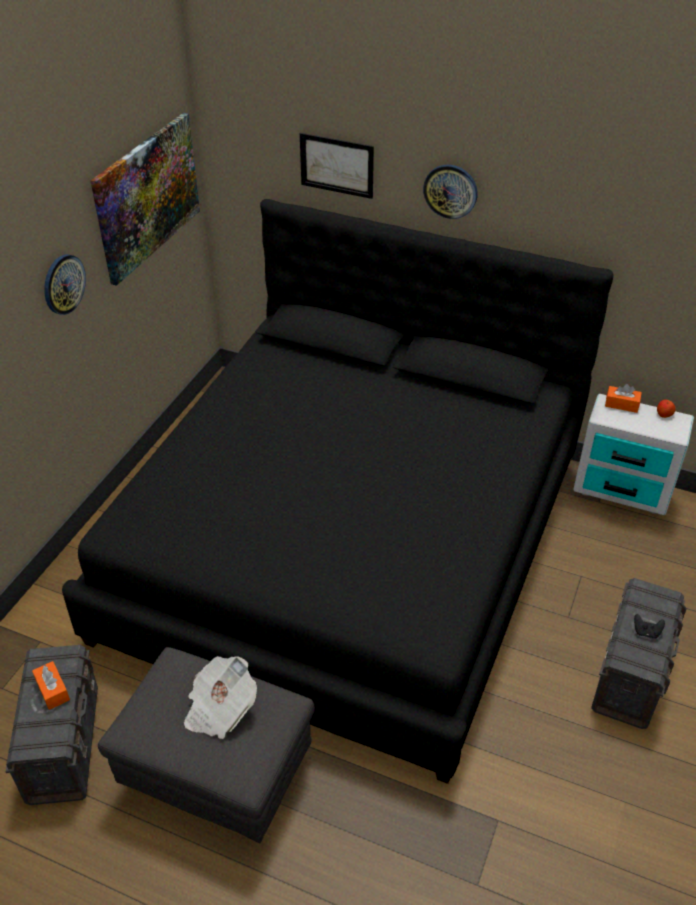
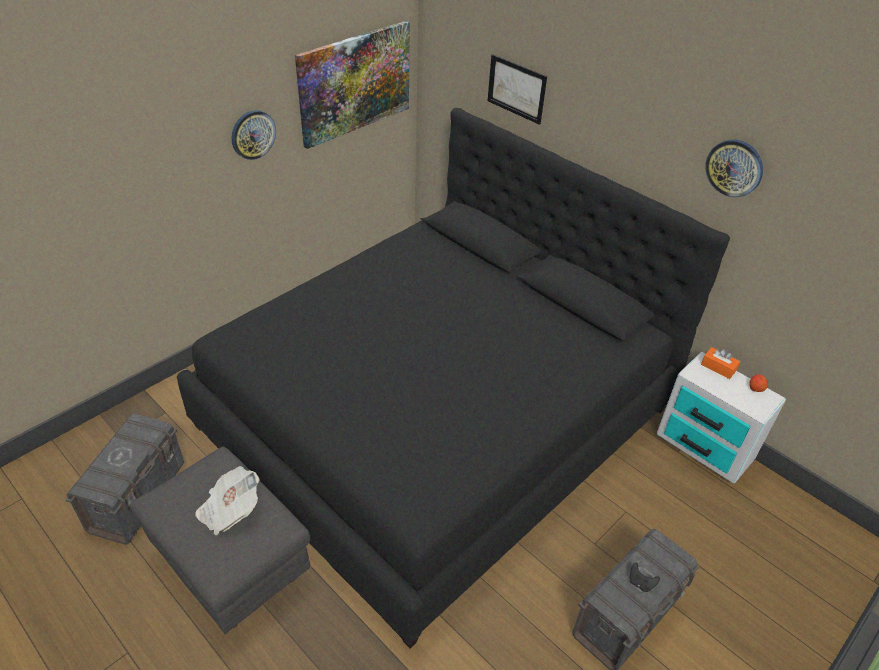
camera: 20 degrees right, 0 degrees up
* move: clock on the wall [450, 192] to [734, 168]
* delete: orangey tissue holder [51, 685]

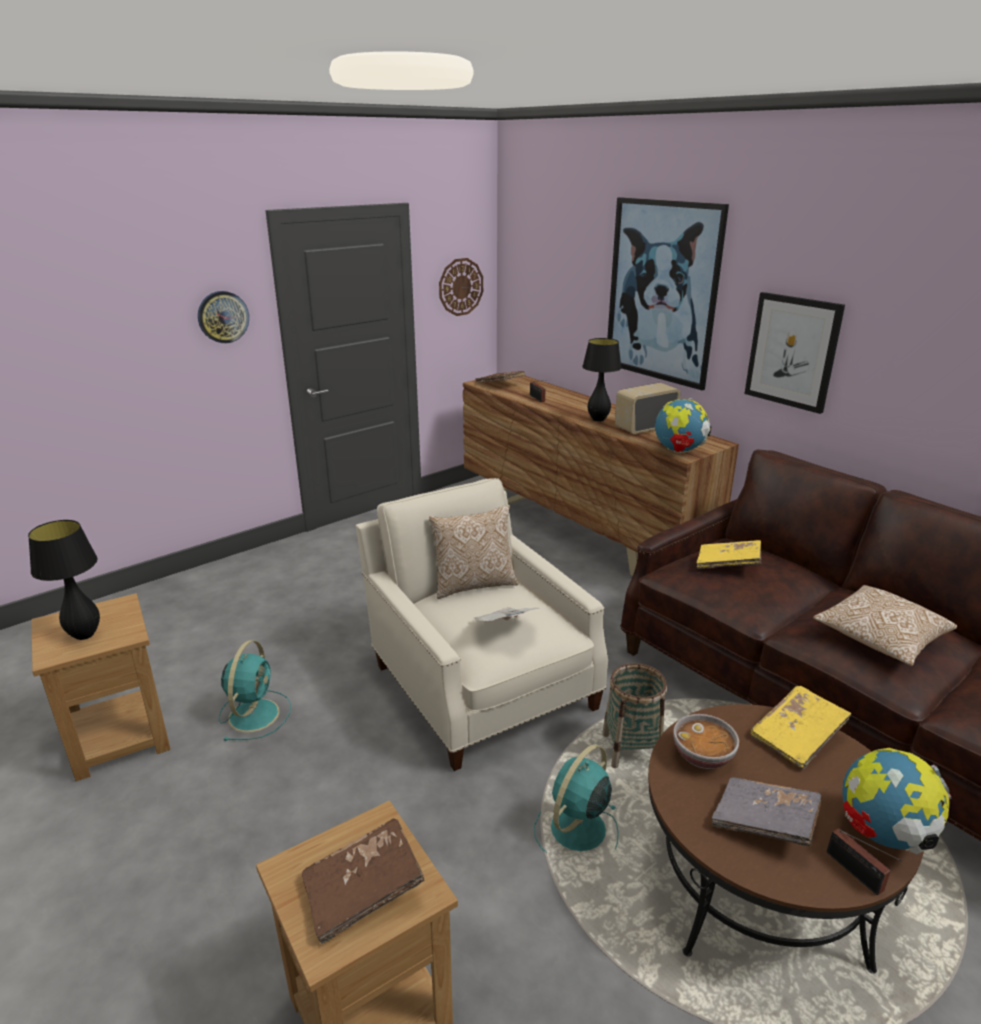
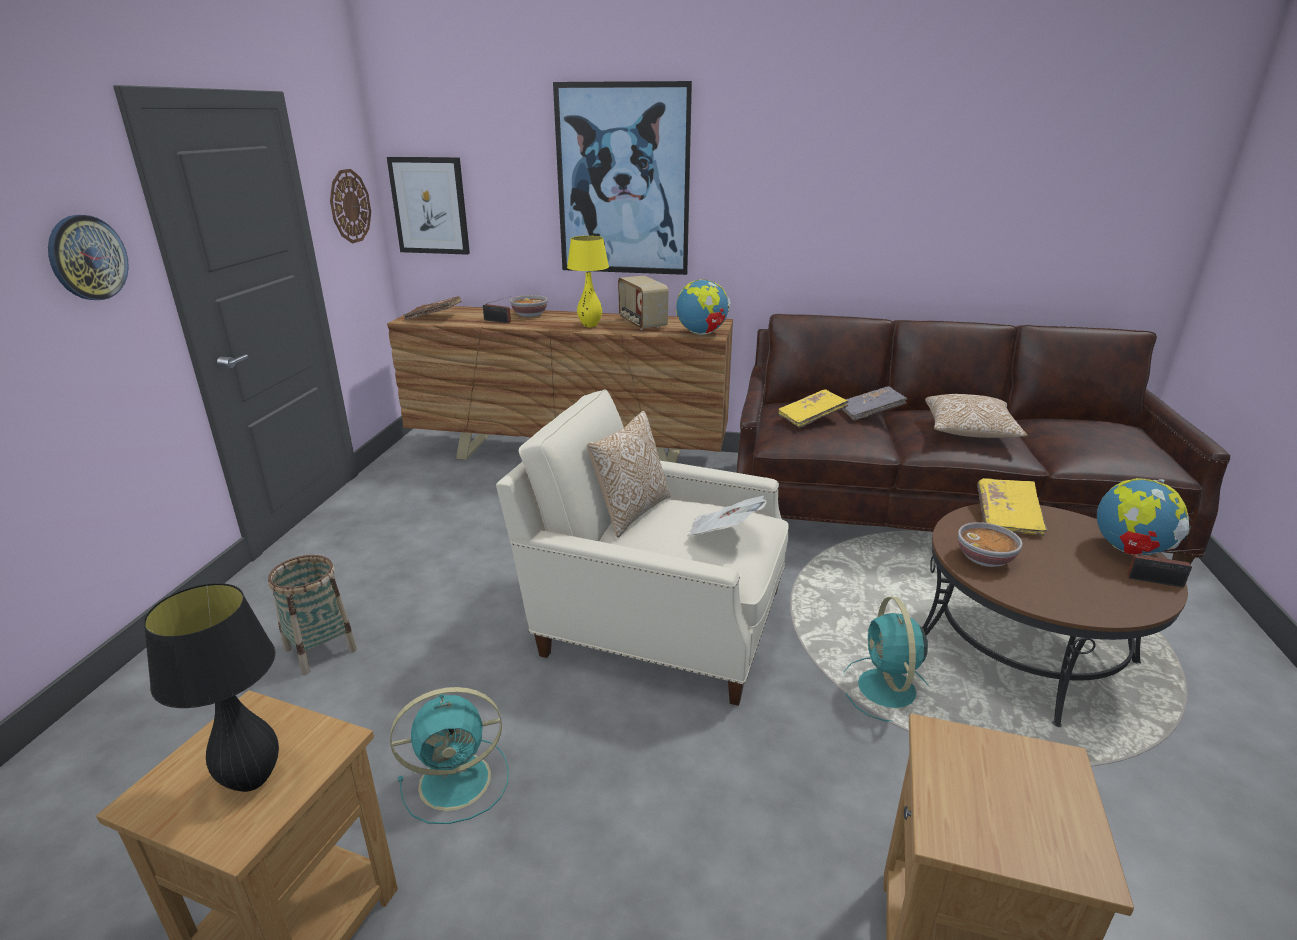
camera: 40 degrees left, 0 degrees up
* move: wall art [794, 353] to [428, 206]
* recolor: blackish table lamp [601, 380] to yellow-coloured table lamp [588, 281]
* rotate: radio receiver [648, 409] = [643, 303] 45 degrees counterclockwise
* rotate: turquoise-coloured fan [255, 690] = [449, 755] 105 degrees clockwise
* move: household basket [634, 715] to [312, 615]
* move: gray bound book [767, 812] to [874, 403]
* delete: brownish bound book [363, 881]
* insert: serving bowl [529, 306]

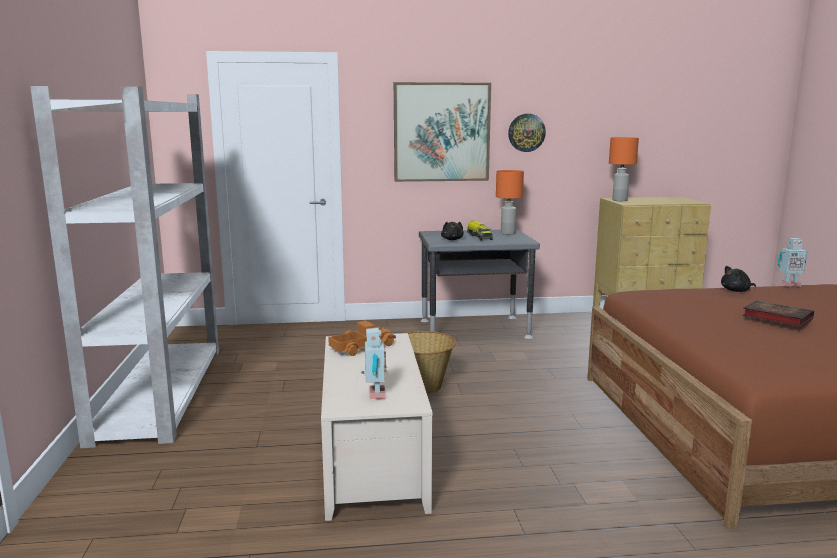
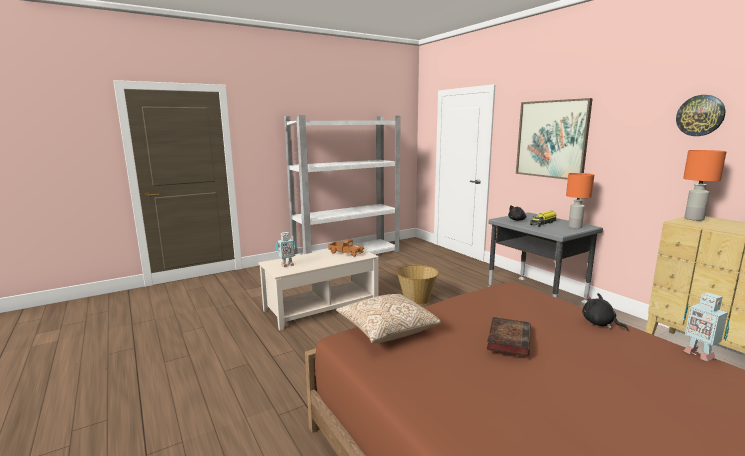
camera: 65 degrees right, 0 degrees up
* move: clock on the wall [527, 133] to [700, 115]
* insert: pillow [388, 319]

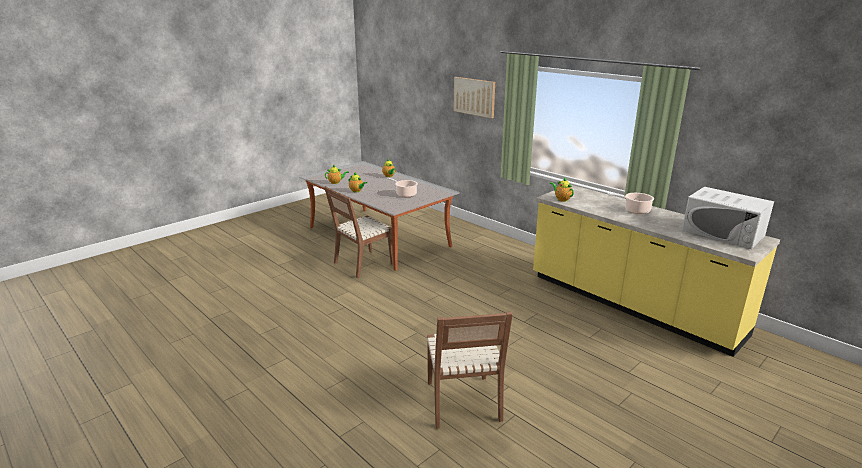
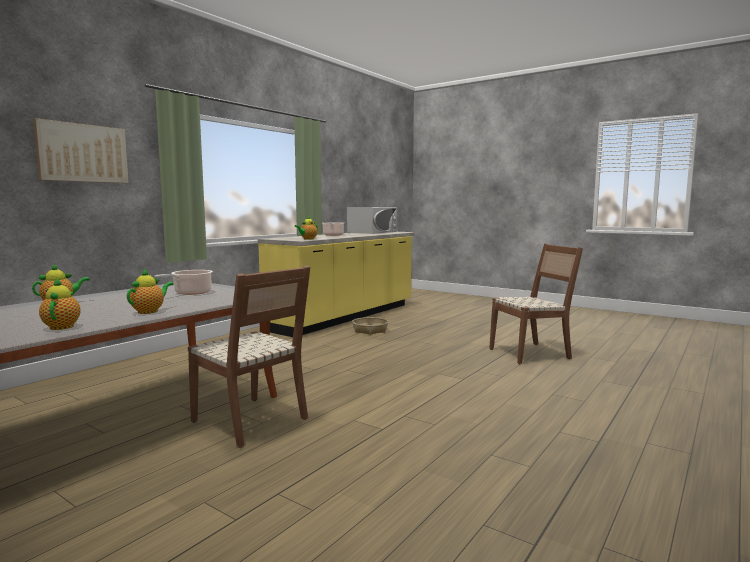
camera: 100 degrees left, 15 degrees down
* insert: household basket [370, 326]

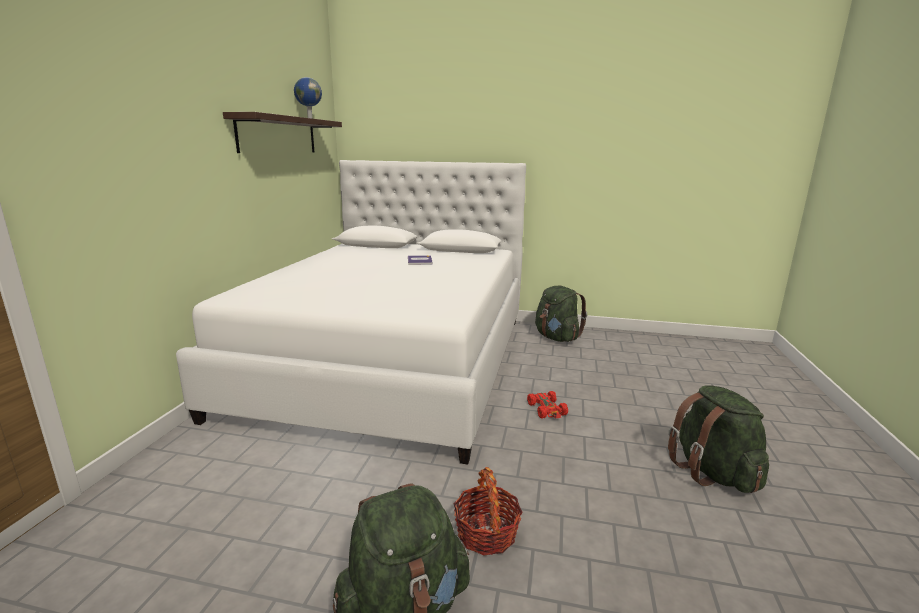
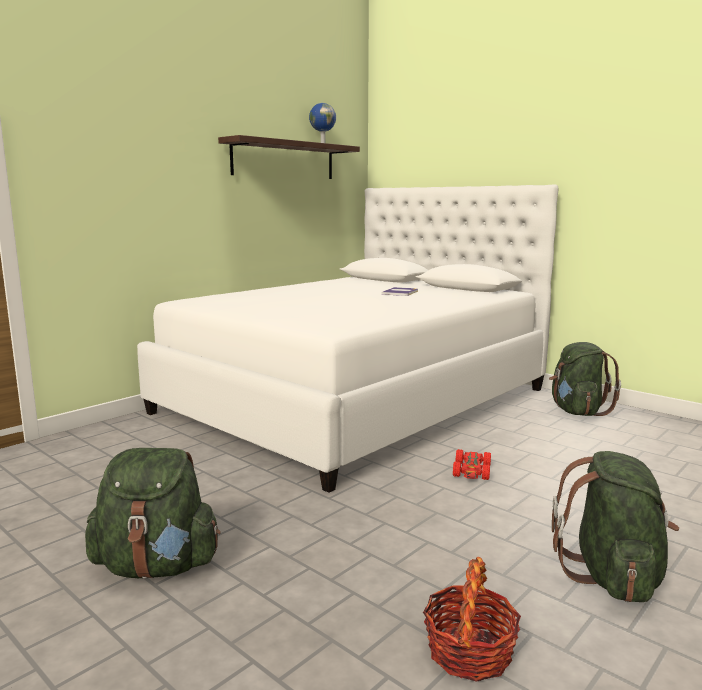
camera: 30 degrees right, 5 degrees down
* move: household basket [488, 511] to [472, 619]

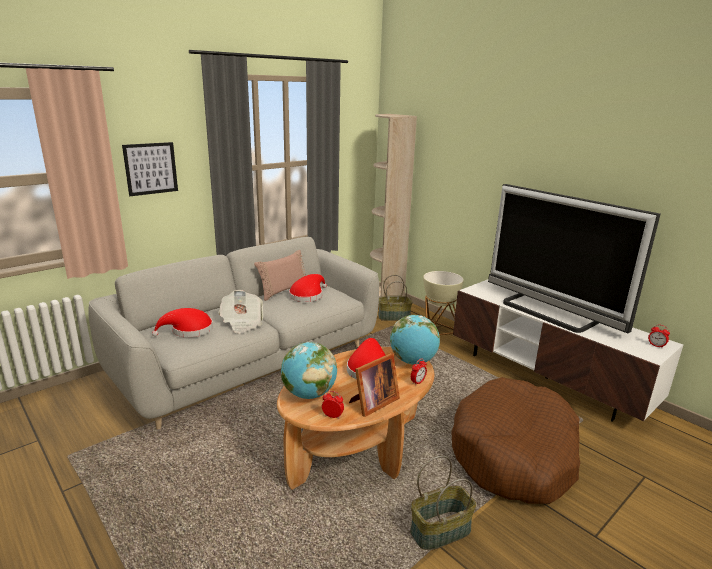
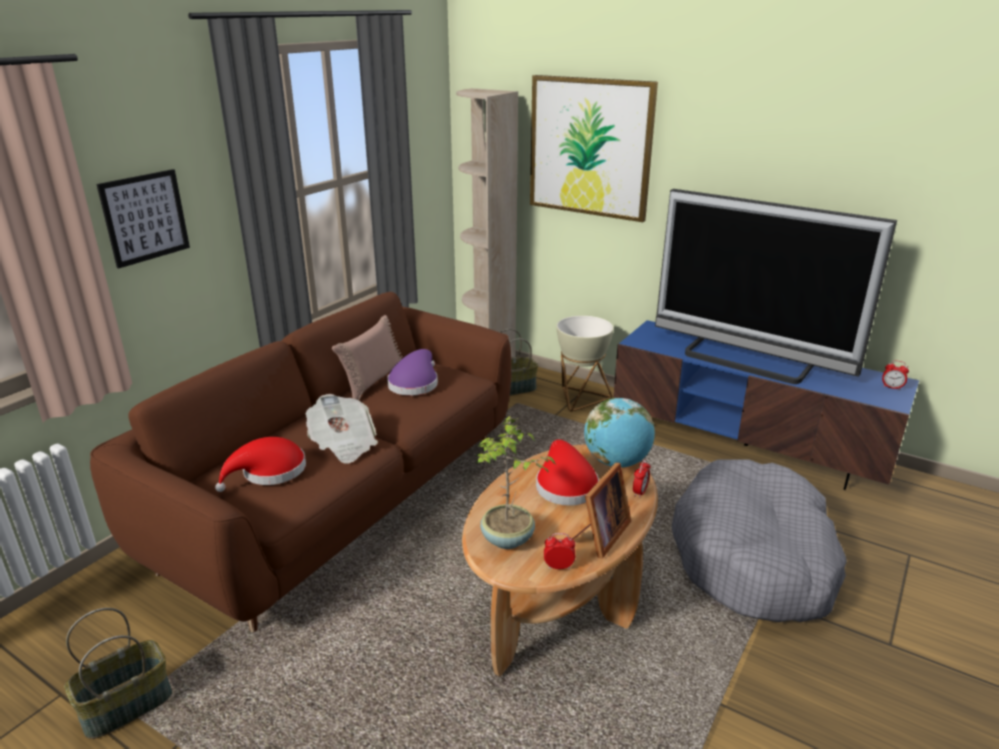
camera: 15 degrees left, 5 degrees up
* recolor: gray sofa [233, 333] to brownish sofa [300, 462]
* recolor: reddish clothing hat [308, 288] to purple-coloured clothing hat [412, 372]
* recolor: whitish tv stand [568, 350] to blue tv stand [766, 405]
* replace: desk globe [309, 370] to plant in a pot [516, 482]
* recolor: brownish dog cushion [515, 440] to gray dog cushion [759, 540]
* move: household basket [443, 503] to [118, 673]
* insert: wall art [594, 148]

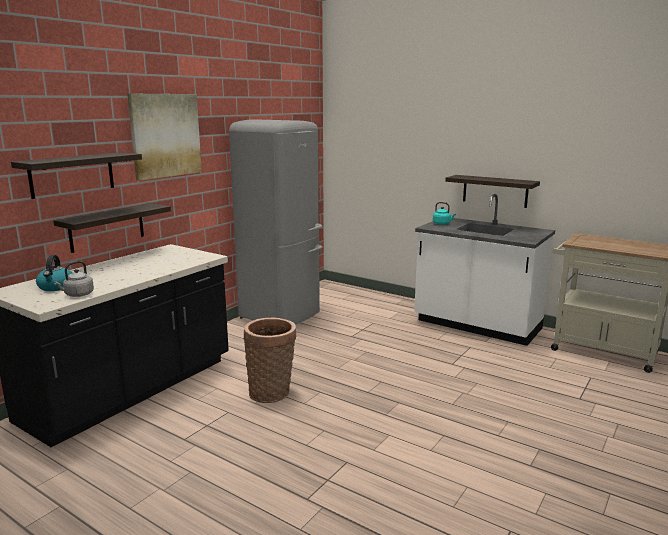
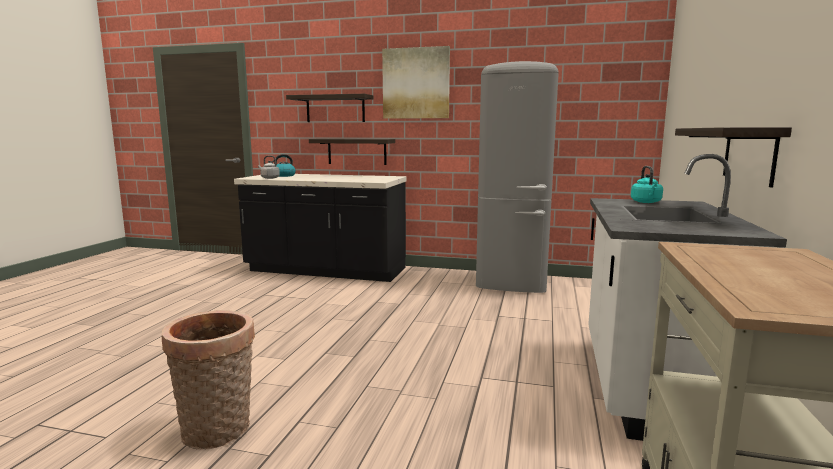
camera: 70 degrees right, 5 degrees down
* move: household basket [269, 360] to [208, 379]

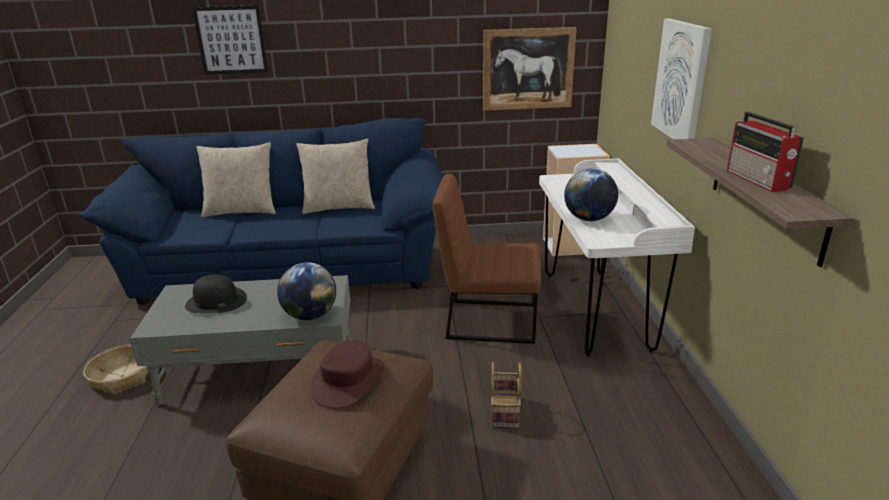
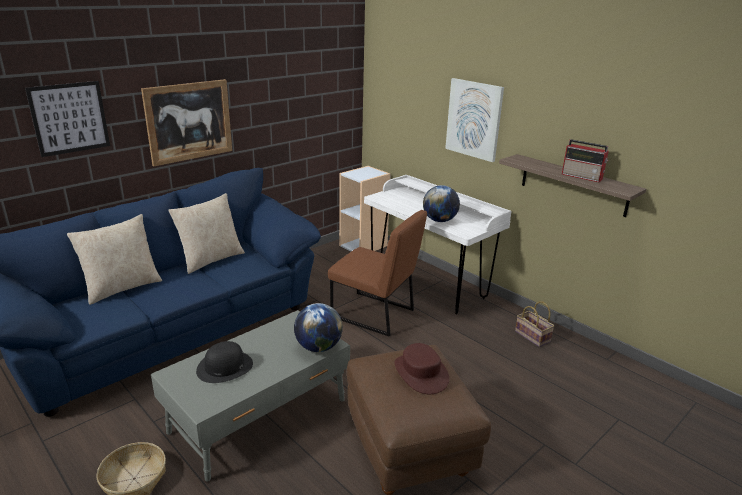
camera: 40 degrees left, 0 degrees up
* move: wall art [530, 69] to [186, 122]
* rotate: brownish chair [486, 259] = [377, 273] 120 degrees counterclockwise
* move: household basket [506, 395] to [535, 324]

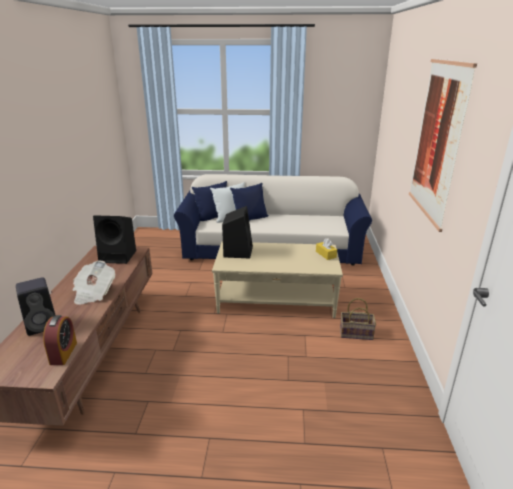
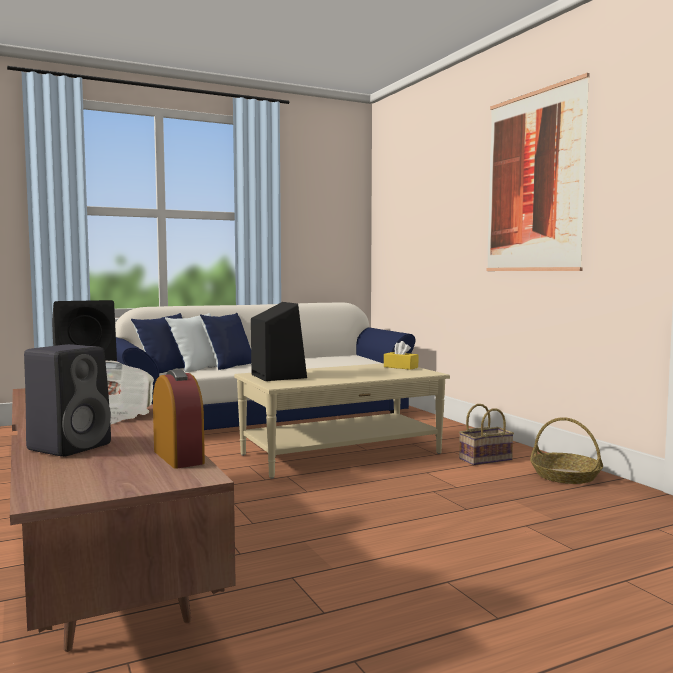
camera: 30 degrees left, 20 degrees down
* insert: household basket [566, 450]

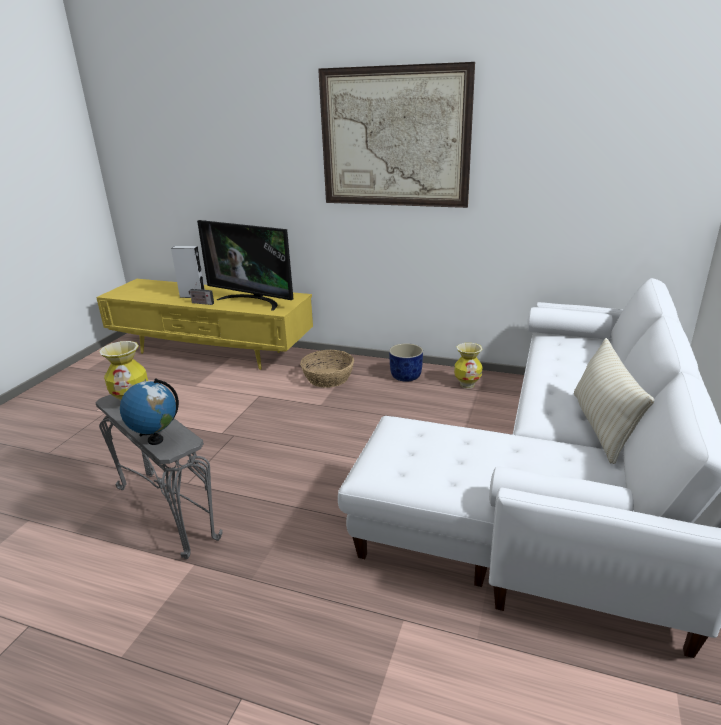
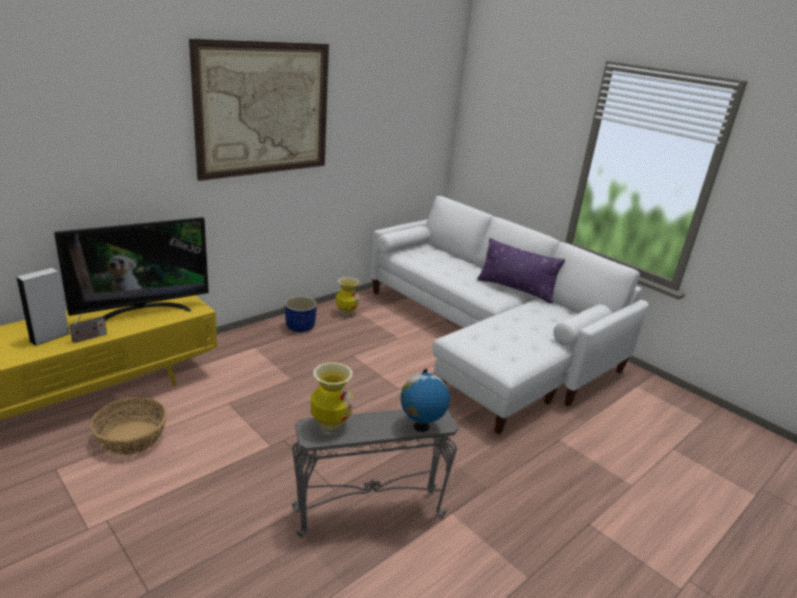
camera: 65 degrees left, 0 degrees up
* recolor: beige pillow [614, 401] to purple-coloured pillow [521, 271]
* move: household basket [327, 369] to [128, 426]

